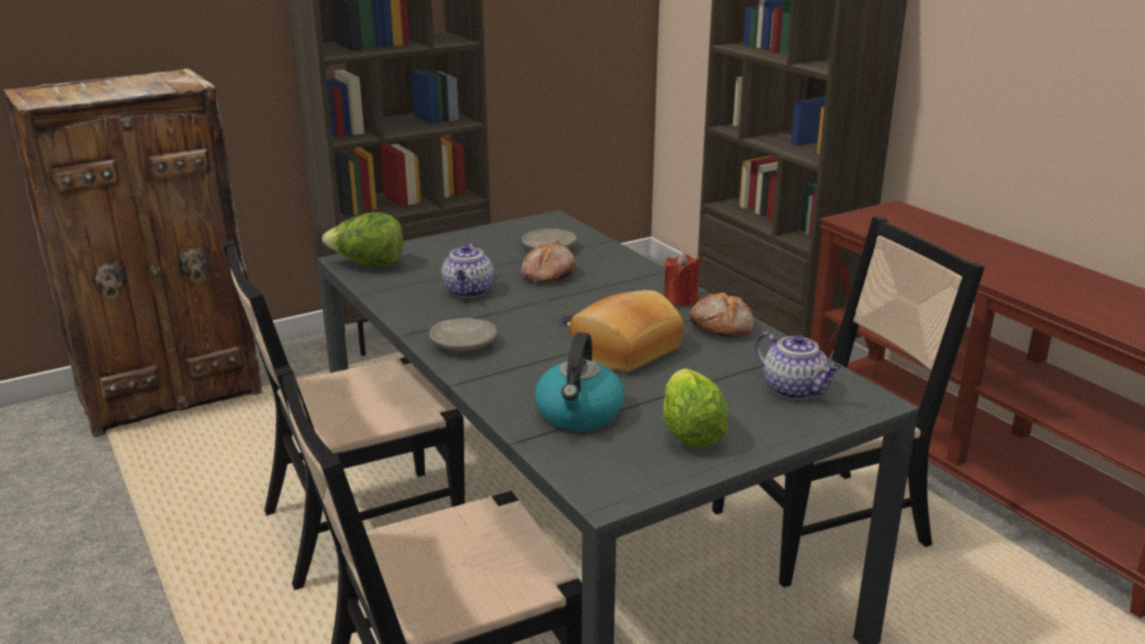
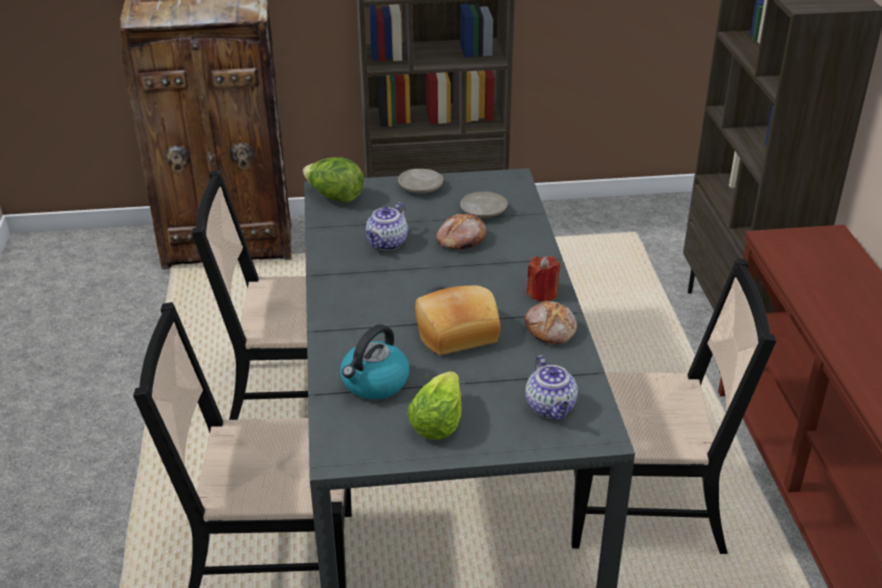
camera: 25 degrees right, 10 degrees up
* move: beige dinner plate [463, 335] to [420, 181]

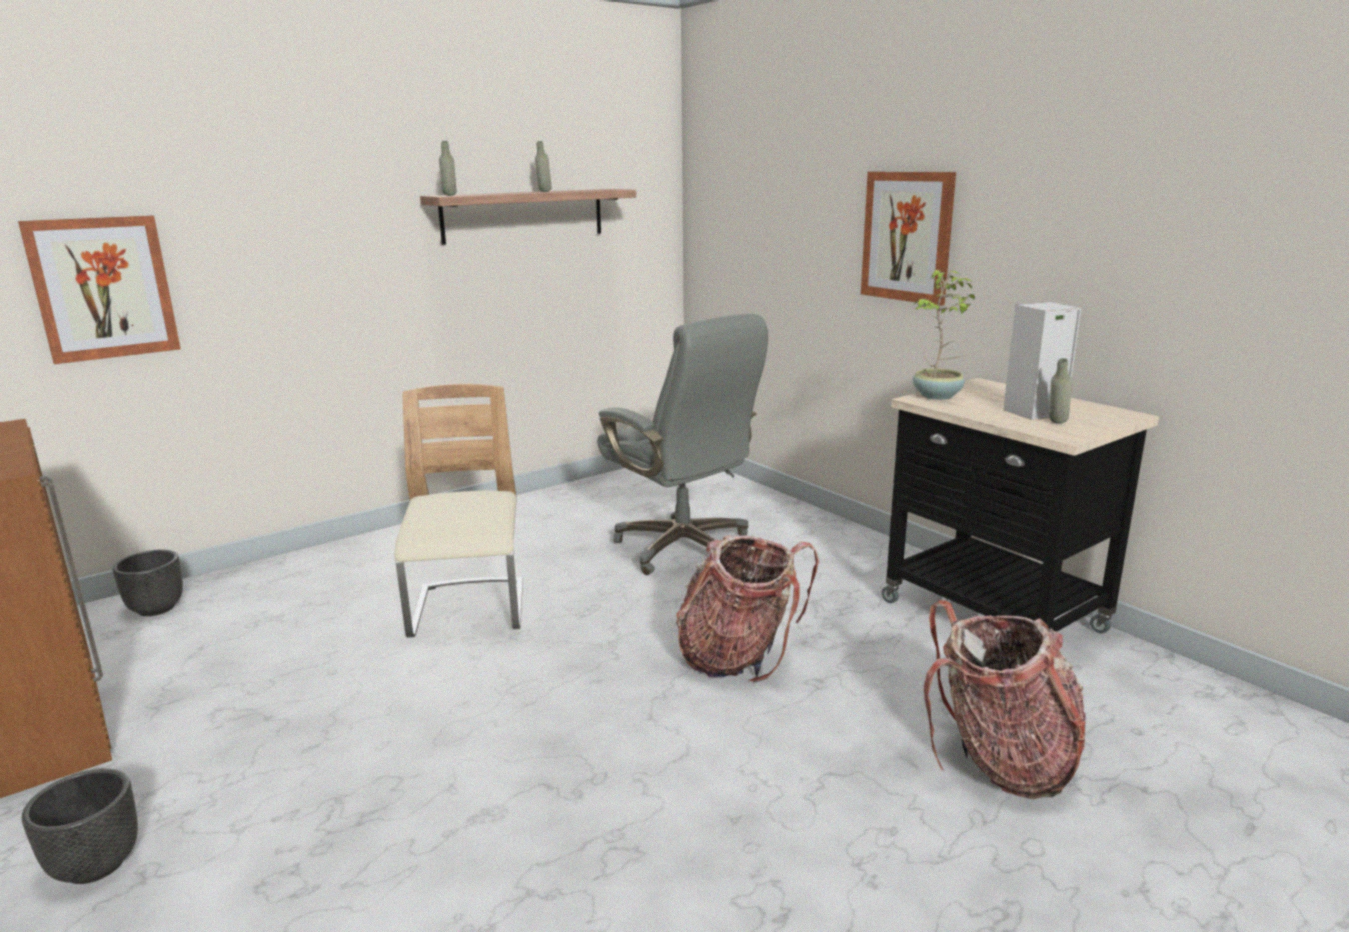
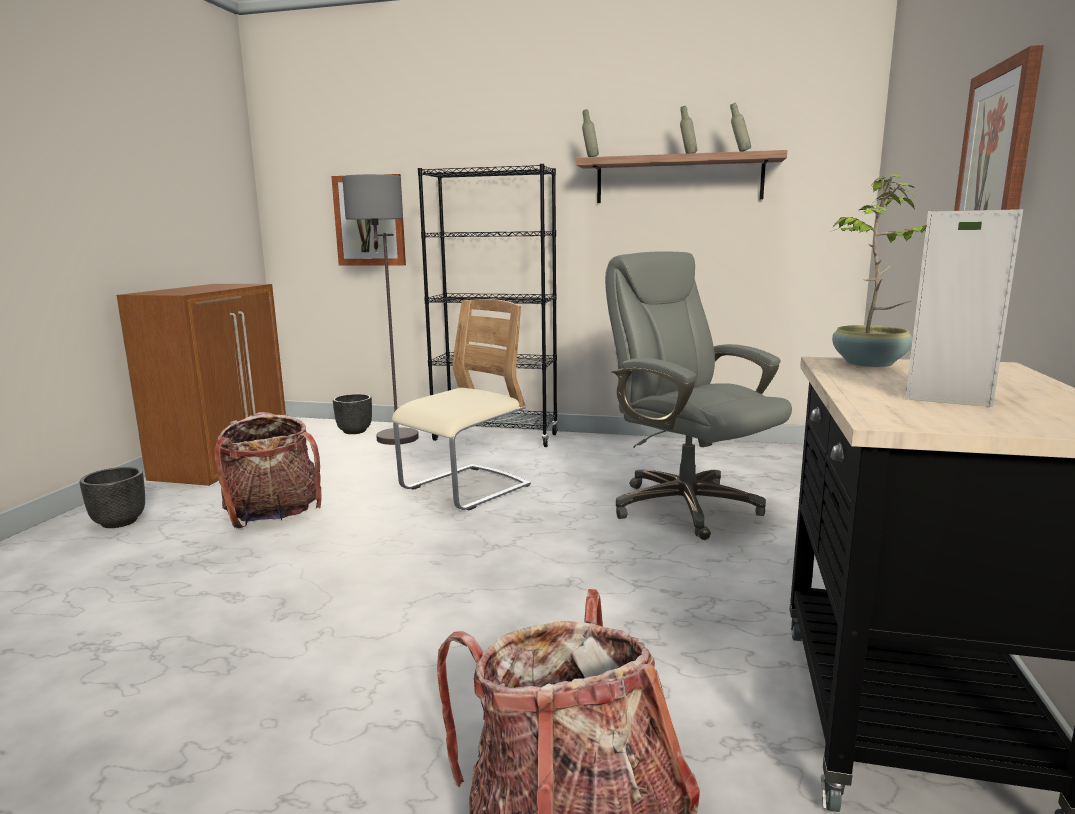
camera: 50 degrees right, 5 degrees down
* rotate: gray office chair [682, 444] = [698, 395] 135 degrees clockwise
* move: gray beverage bottle [1060, 391] to [740, 127]
* move: backpack [747, 609] to [268, 470]
* insert: blackish bookcase [488, 305]
* insert: gray floor lamp [380, 309]

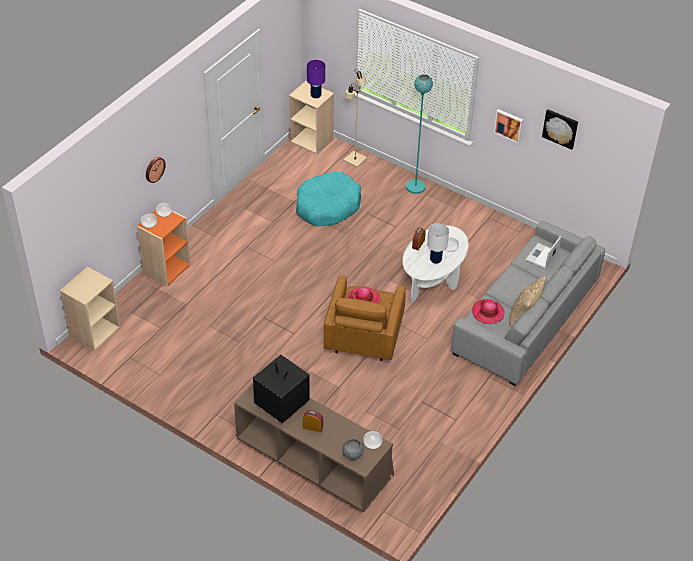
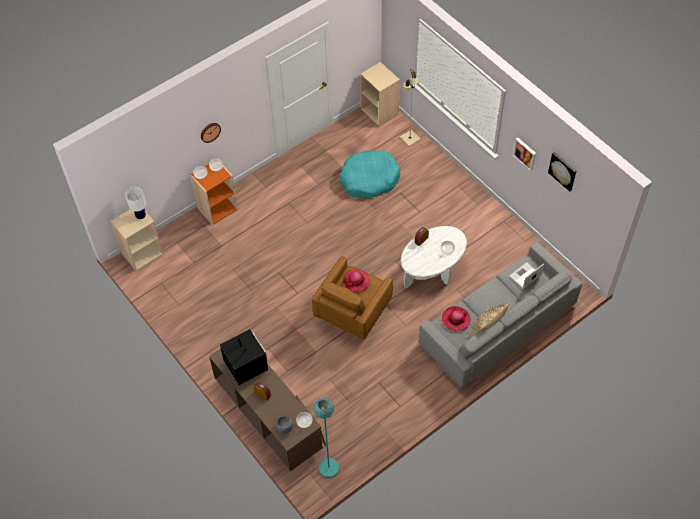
camera: 20 degrees right, 10 degrees up
* delete: purple-coloured table lamp [316, 79]
* move: turquoise-coloured floor lamp [419, 134] to [326, 438]
* move: whitish table lamp [438, 243] to [135, 203]

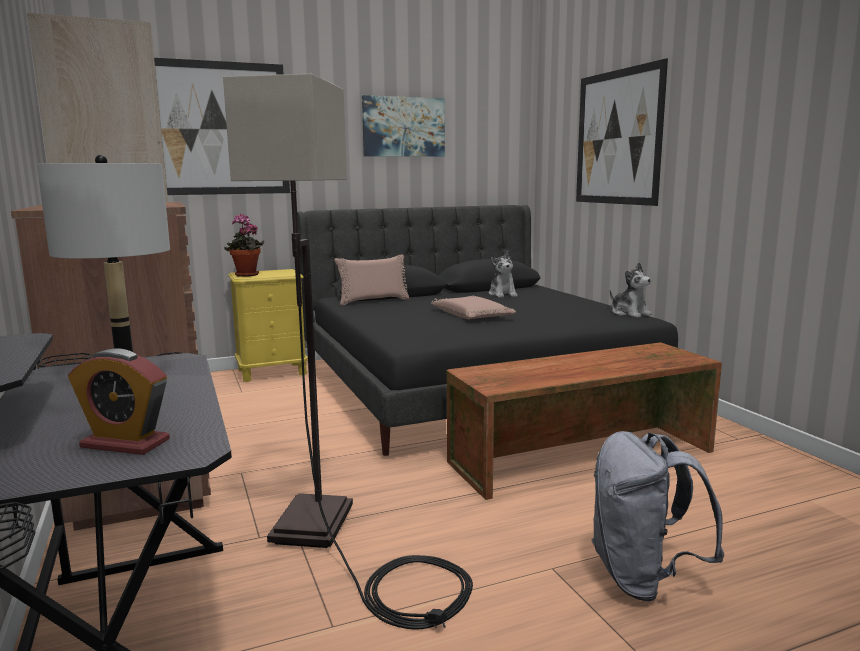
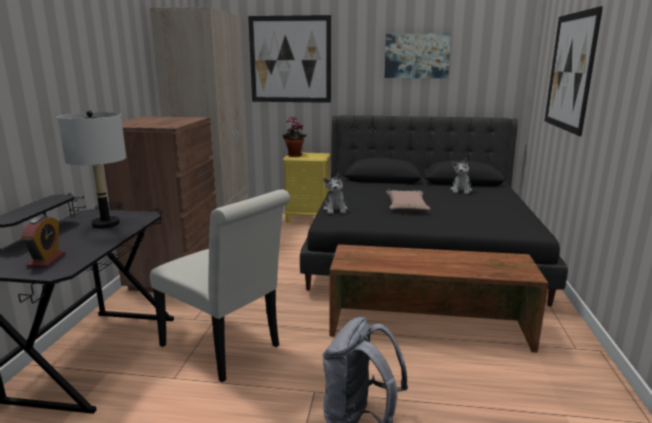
camera: 30 degrees right, 5 degrees up
* replace: floor lamp [348, 351] to whitish chair [220, 286]
* delete: beige pillow [371, 279]
* move: cuddly toy [631, 290] to [335, 193]
* rotate: table clock [119, 401] = [43, 242] 135 degrees counterclockwise

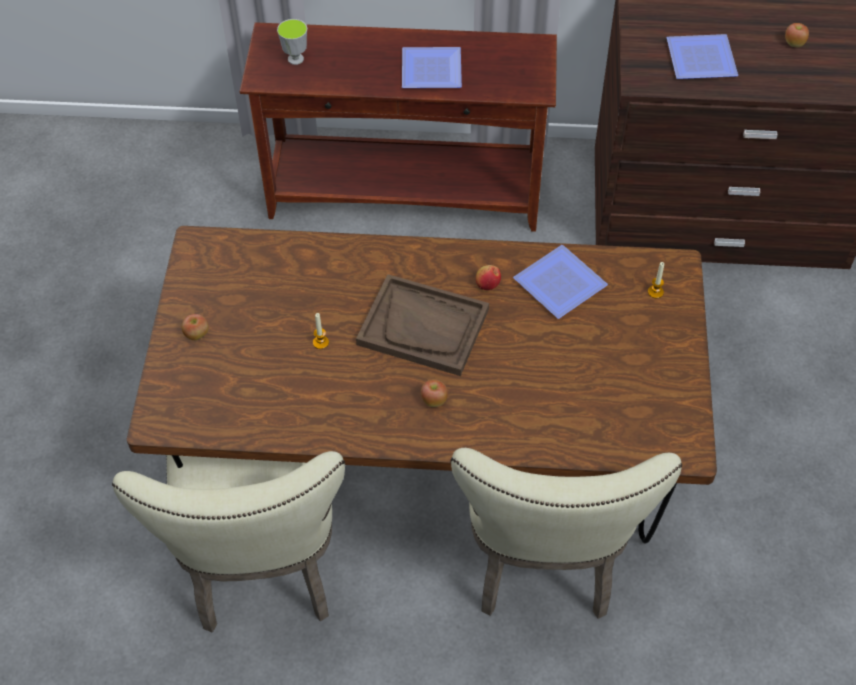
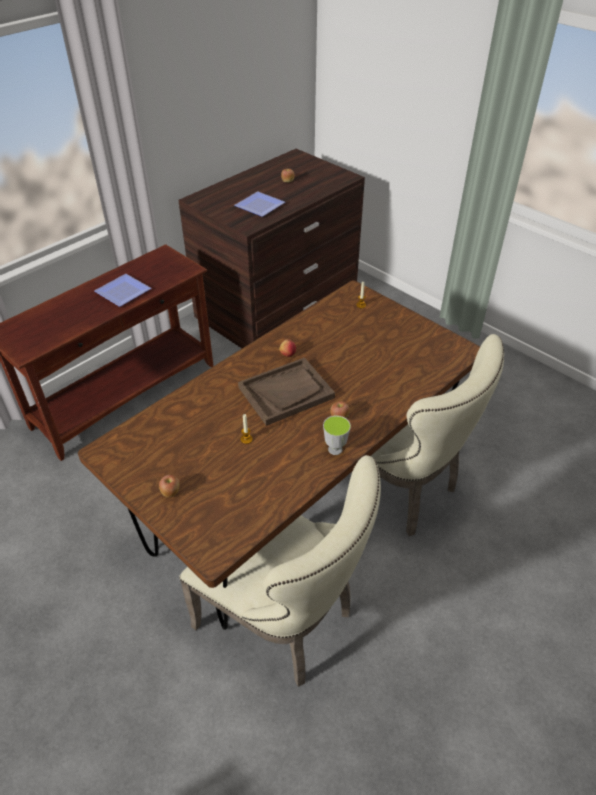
camera: 50 degrees left, 10 degrees down
* move: cup [292, 42] to [337, 435]
* delete: dinner plate [560, 282]

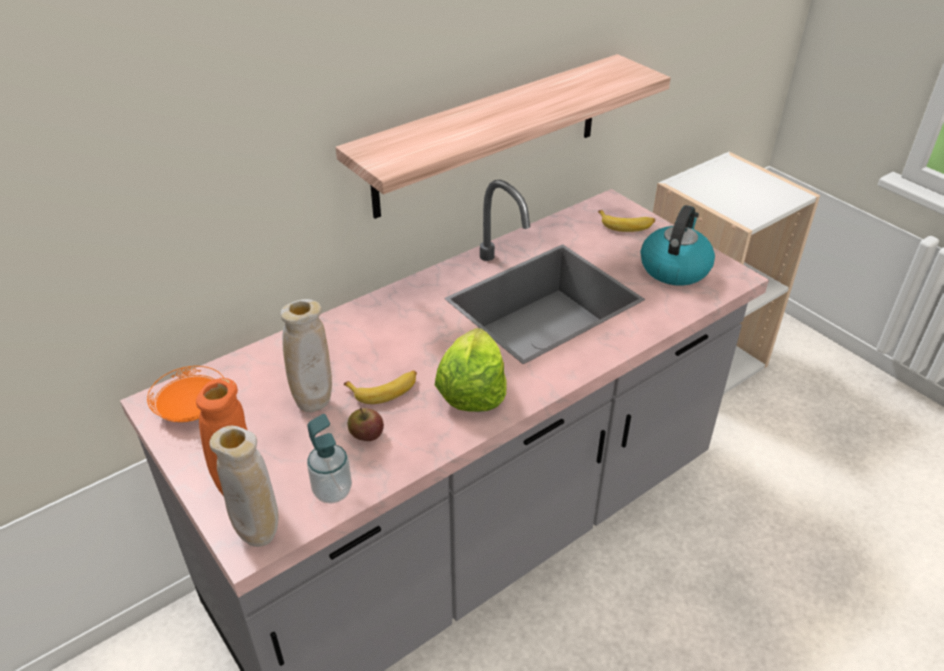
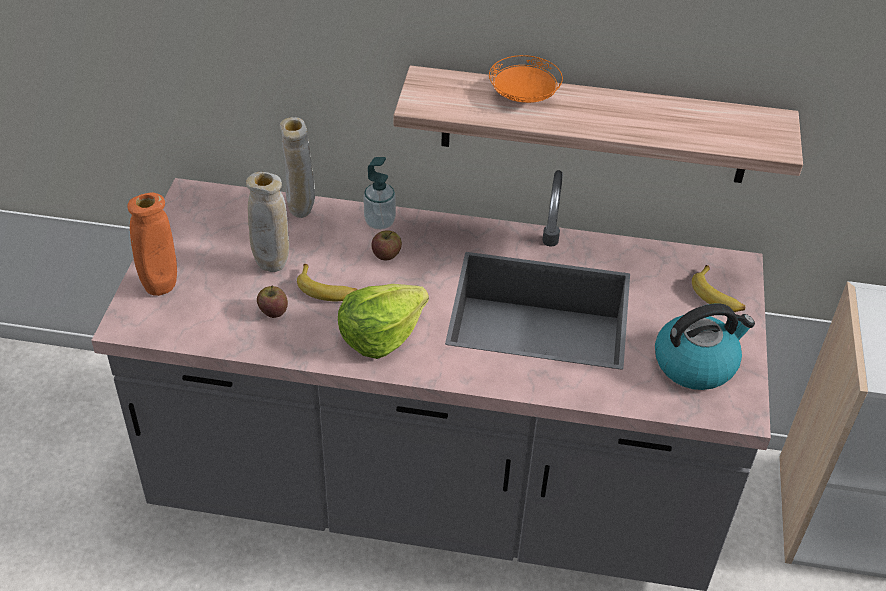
camera: 45 degrees right, 5 degrees up
* move: orangey dinner plate [185, 394] to [526, 79]
* move: soap bottle [329, 459] to [379, 193]
* move: beige decorative vase [244, 486] to [297, 167]
* insert: apple [386, 245]

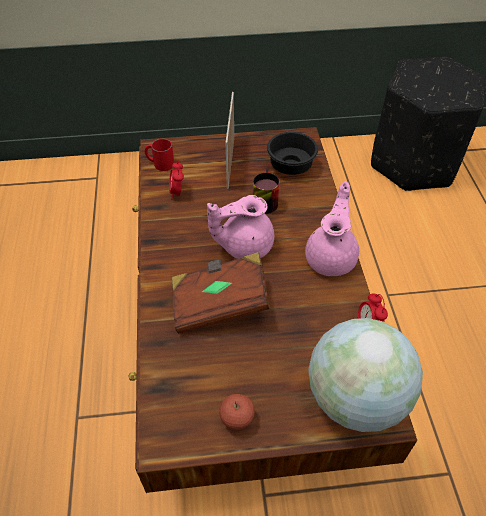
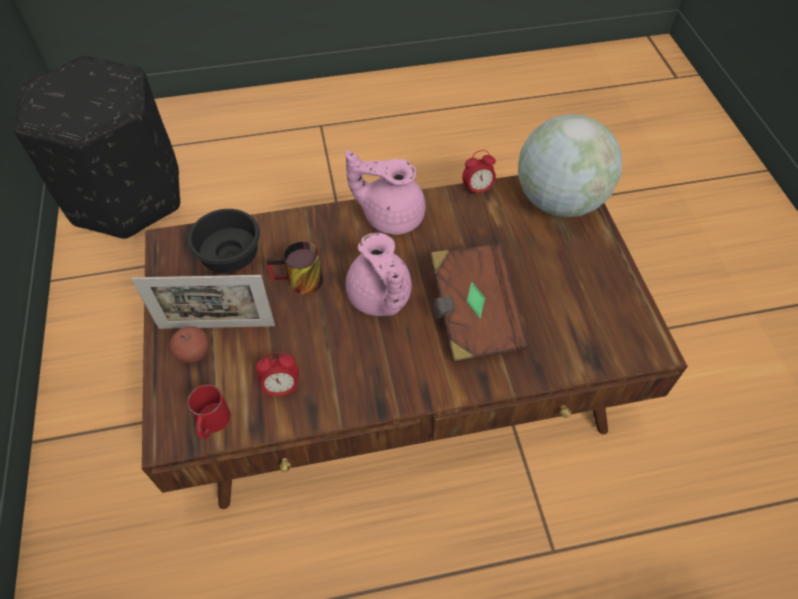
camera: 95 degrees left, 5 degrees up
* move: apple [237, 412] to [189, 344]

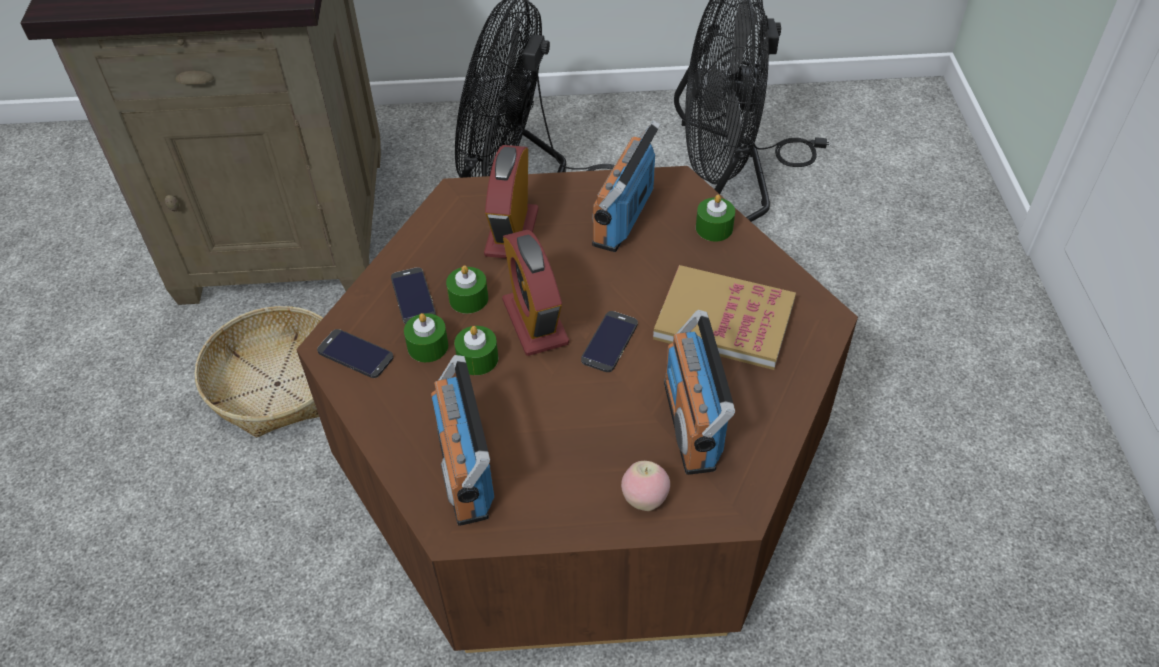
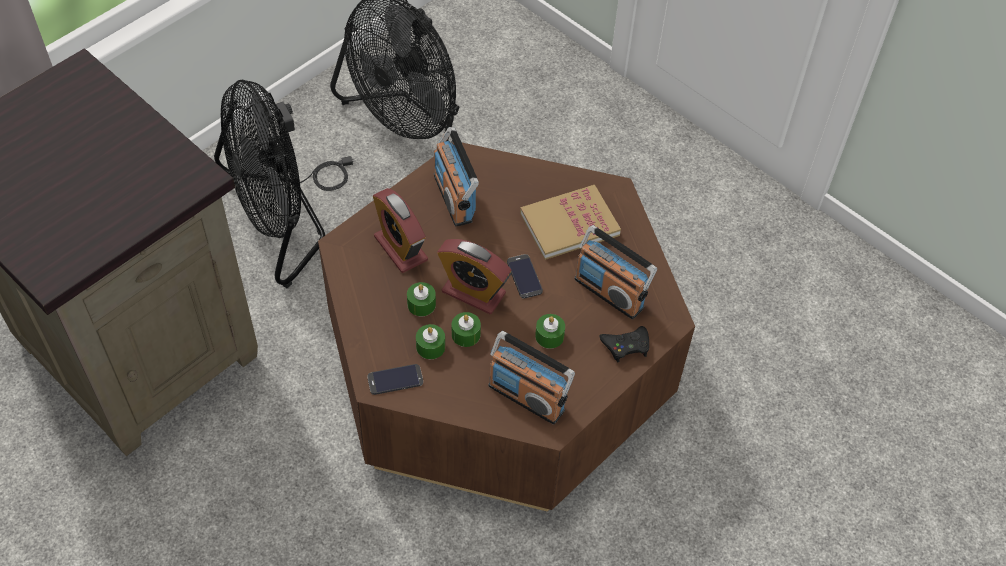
camera: 45 degrees left, 5 degrees up
* move: green-coloured wax candle [715, 218] to [550, 331]
* delete: telephone [413, 295]
* delete: household basket [259, 372]
* replace: apple [645, 486] to blackish gamepad [624, 344]

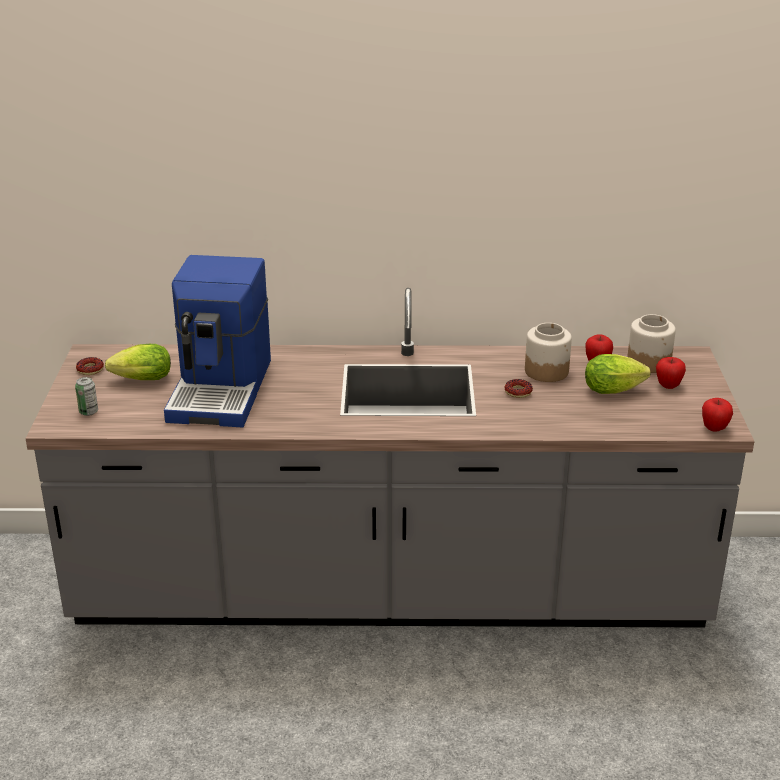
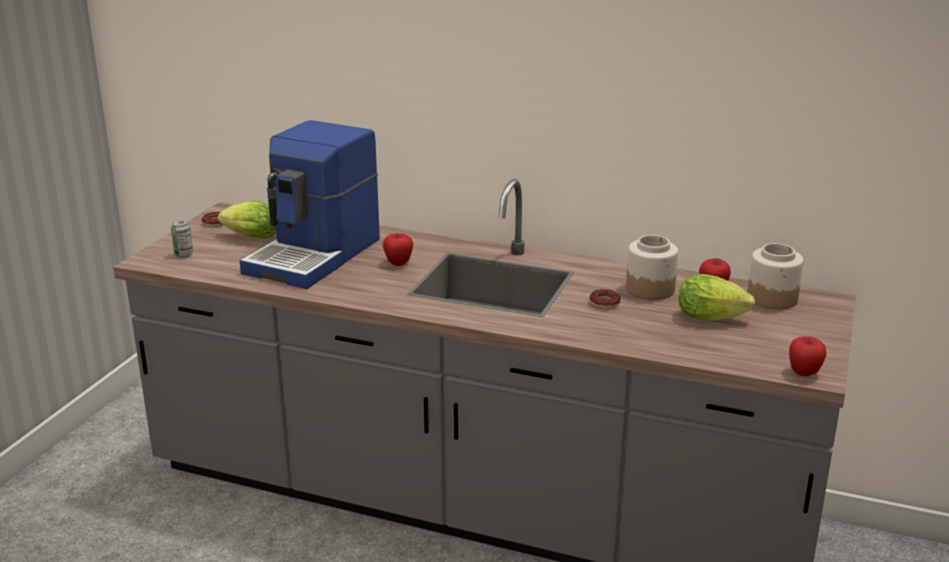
camera: 20 degrees right, 5 degrees down
* move: apple [671, 373] to [398, 249]

